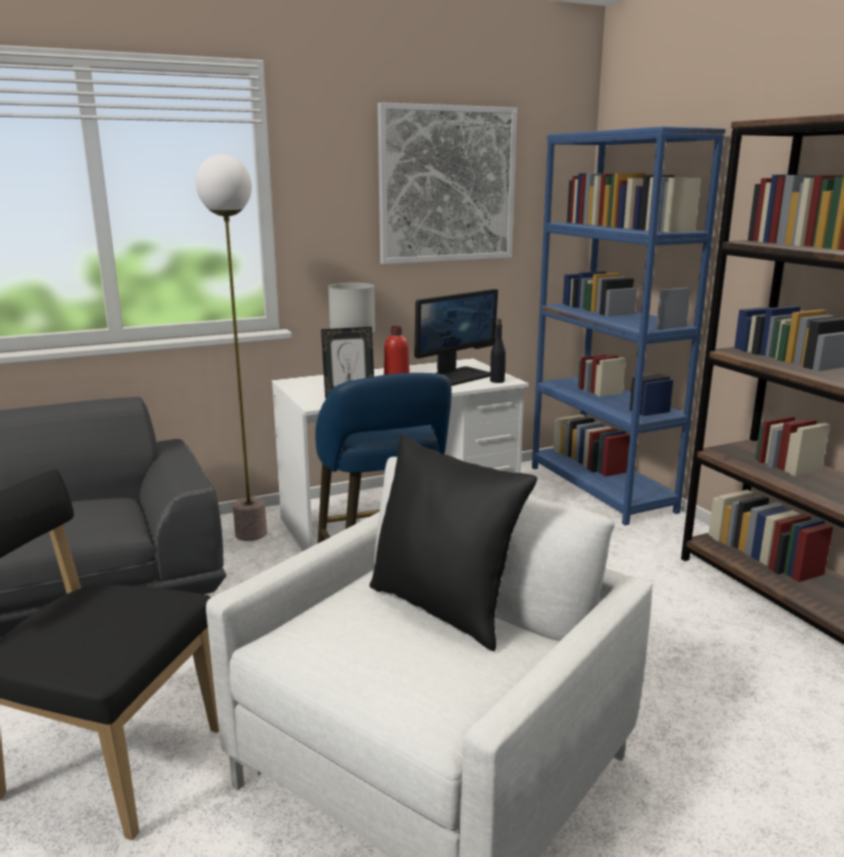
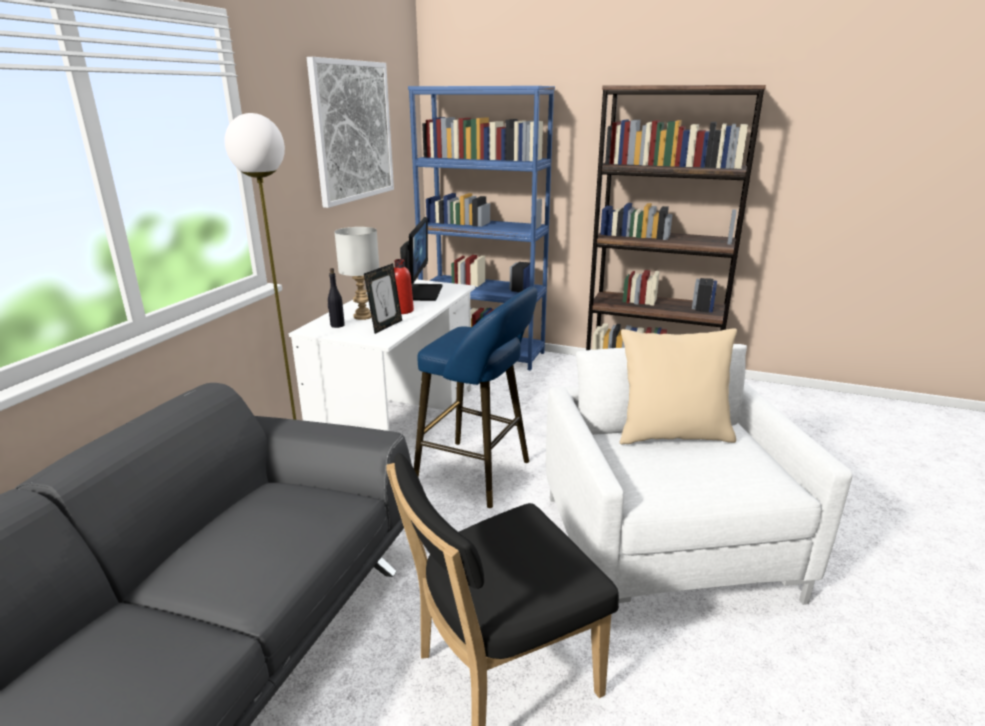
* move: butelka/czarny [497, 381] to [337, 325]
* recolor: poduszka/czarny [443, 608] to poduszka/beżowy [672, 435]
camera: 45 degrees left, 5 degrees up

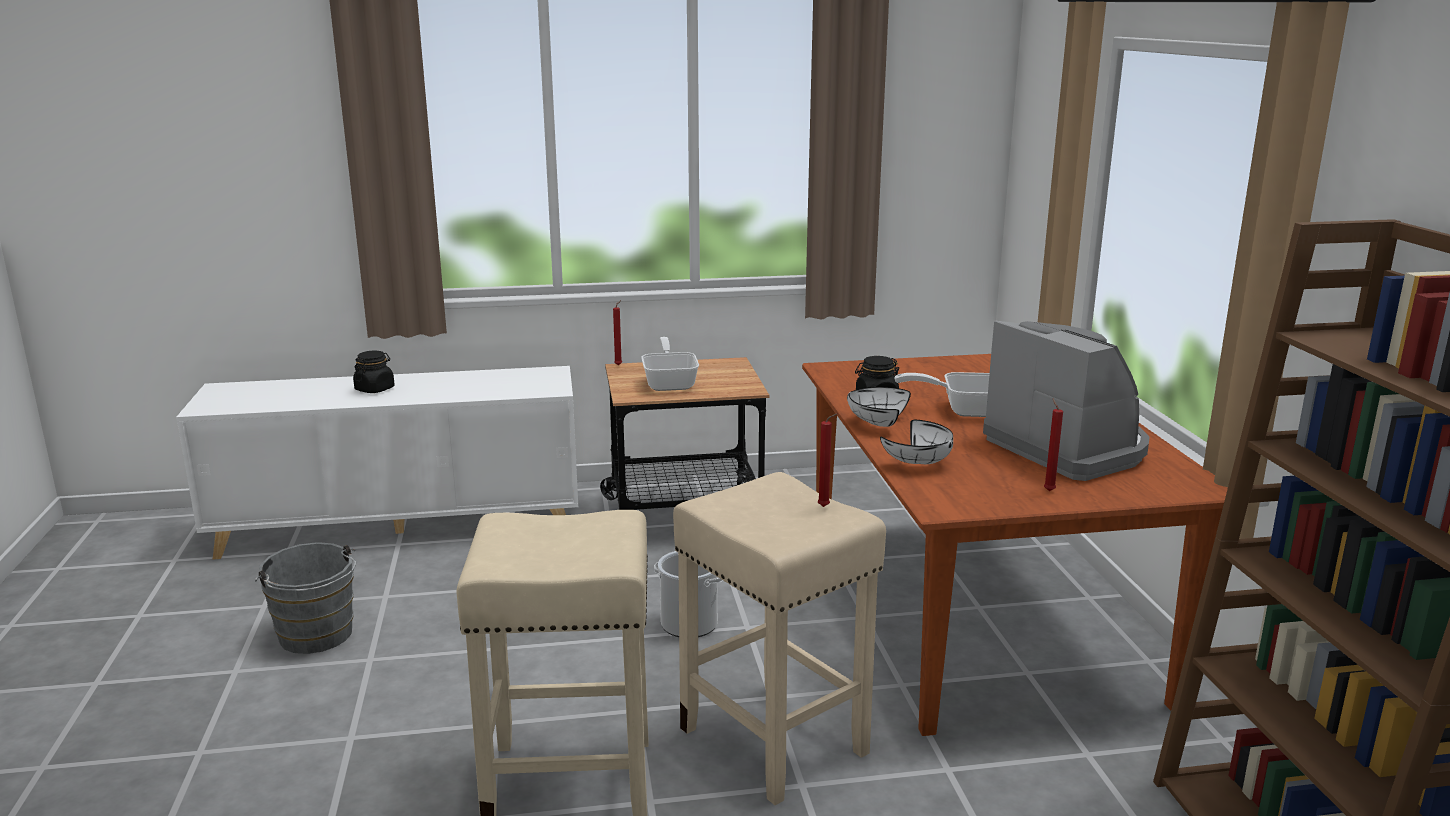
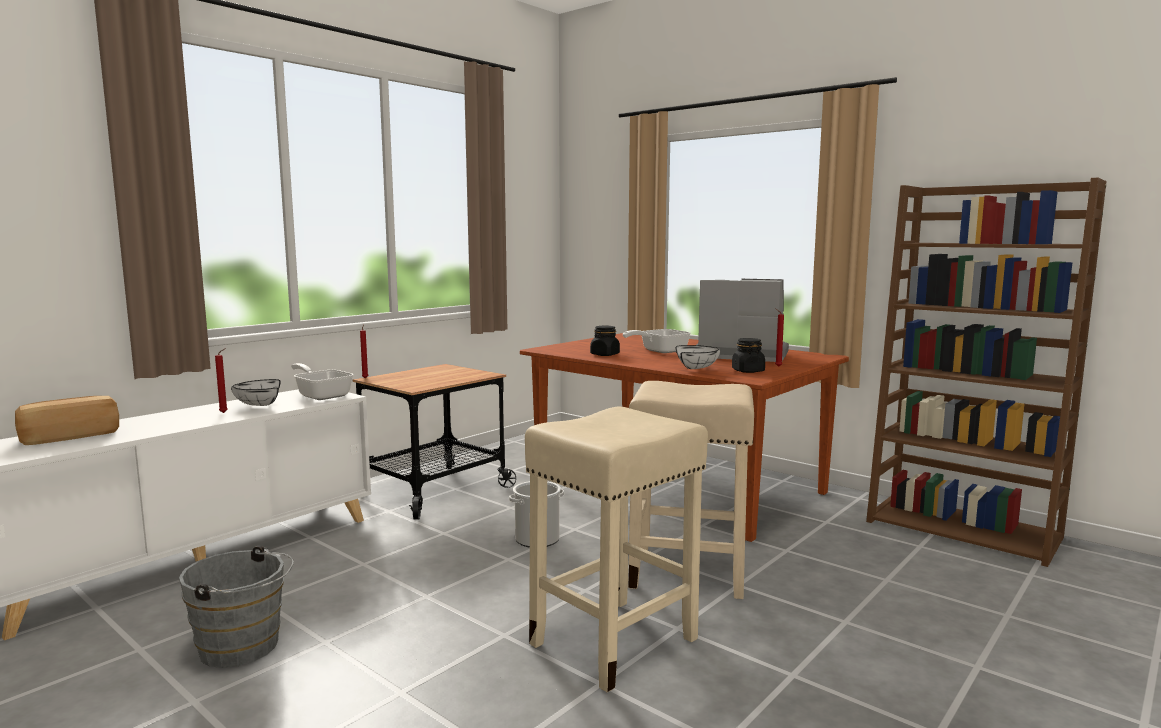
* insert: chleb [70, 436]
* move: świeca/czerwony [825, 507] to [225, 413]
* move: miska/biały [875, 423] to [257, 405]
* move: patelnia [670, 382] to [321, 395]
* move: słoik/czarny [375, 389] to [747, 371]
camera: 40 degrees left, 10 degrees down

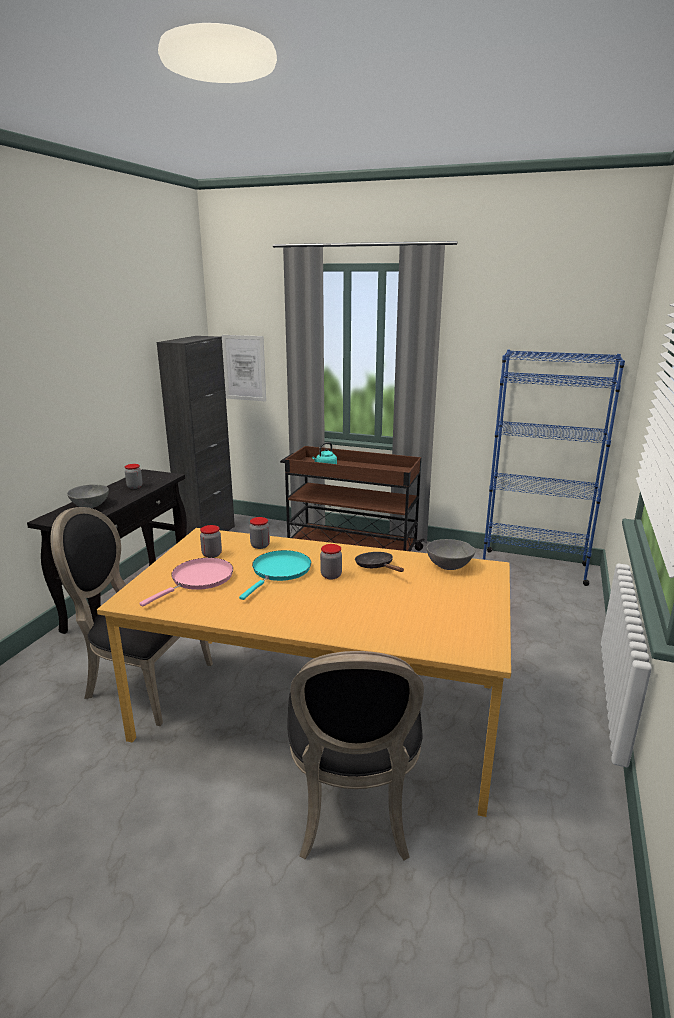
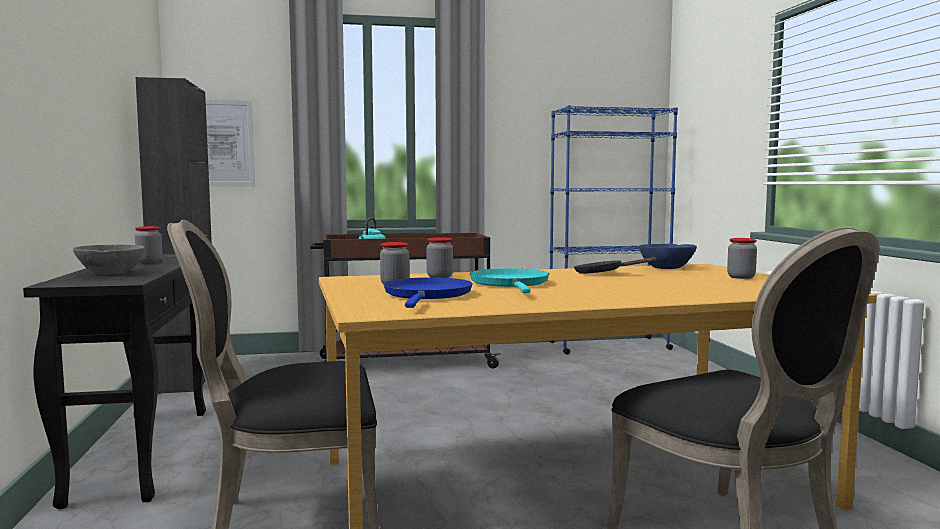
* recolor: patelnia/różowy [199, 580] to patelnia/niebieski [427, 295]
* recolor: miska/szary [449, 565] to miska/niebieski [666, 268]
* move: słoik [331, 575] to [741, 277]
camera: 30 degrees left, 15 degrees down

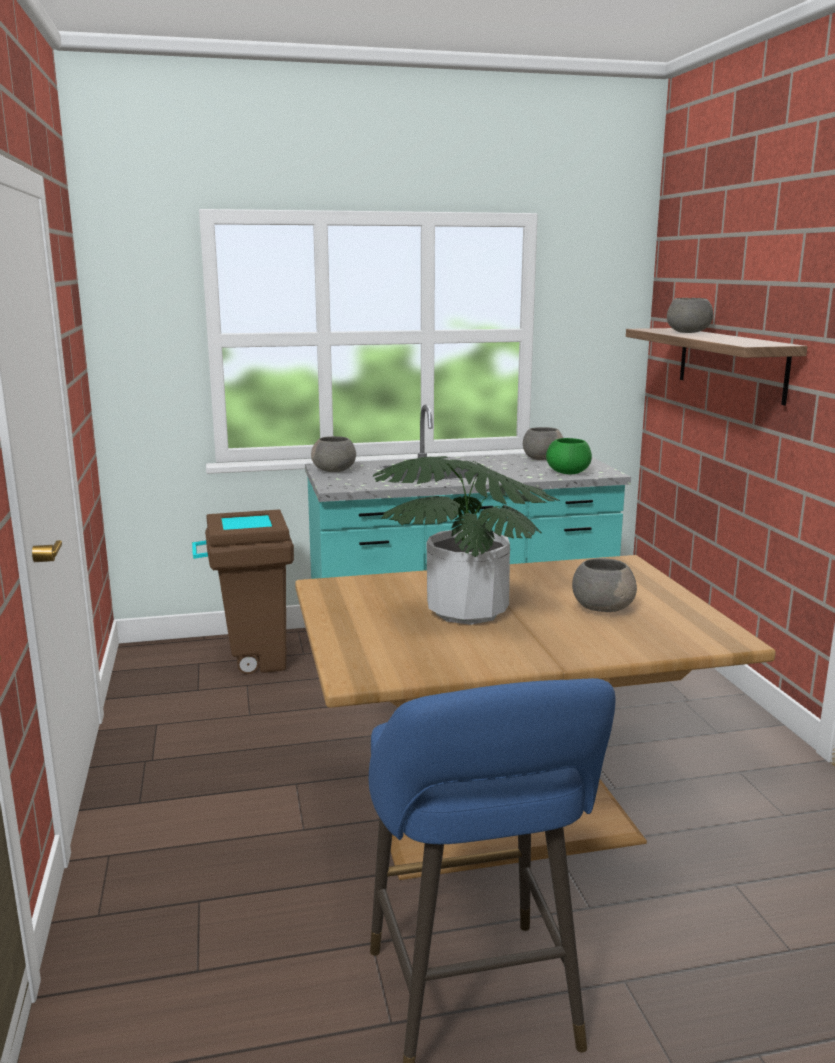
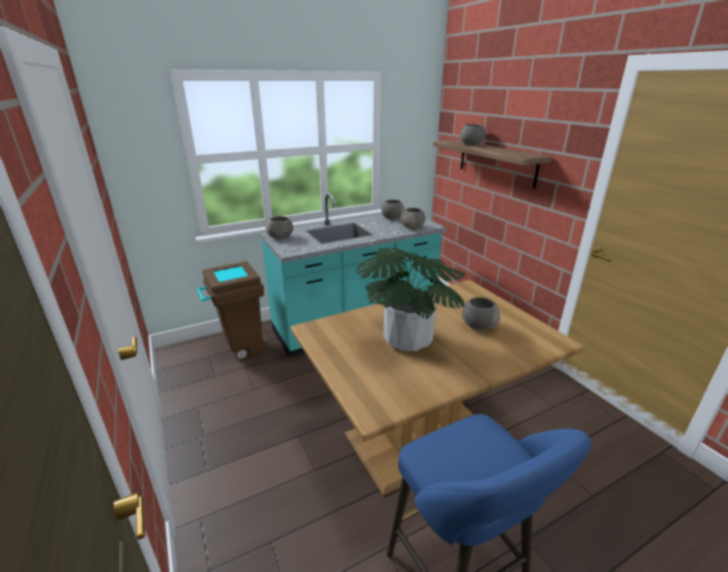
* recolor: miska/zielony [568, 472] to miska/szary [412, 227]
camera: 15 degrees left, 10 degrees up

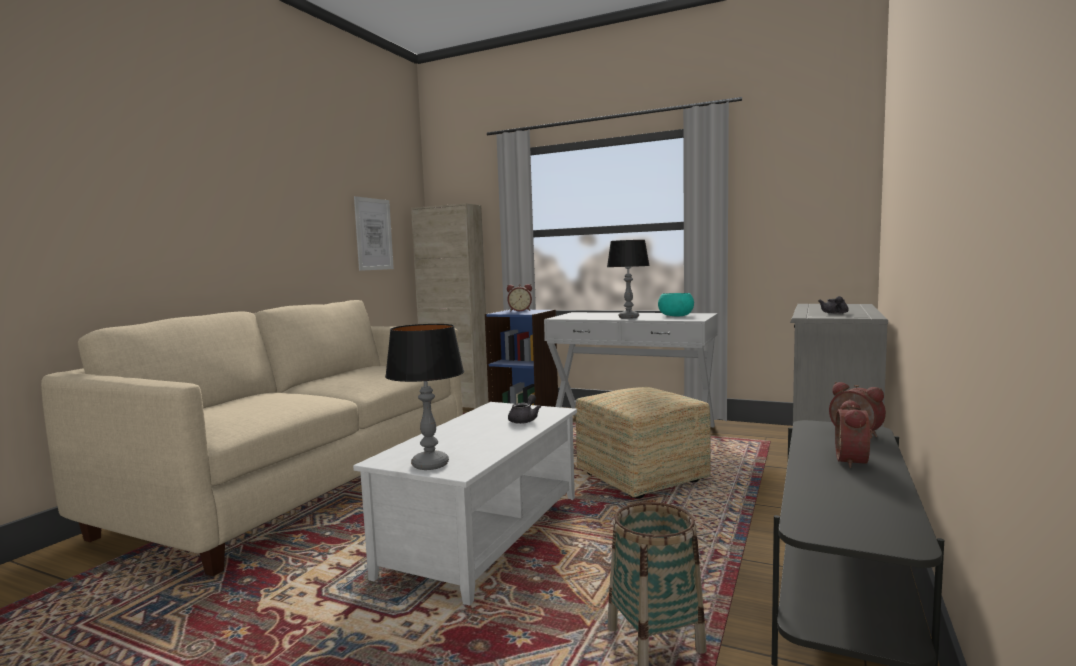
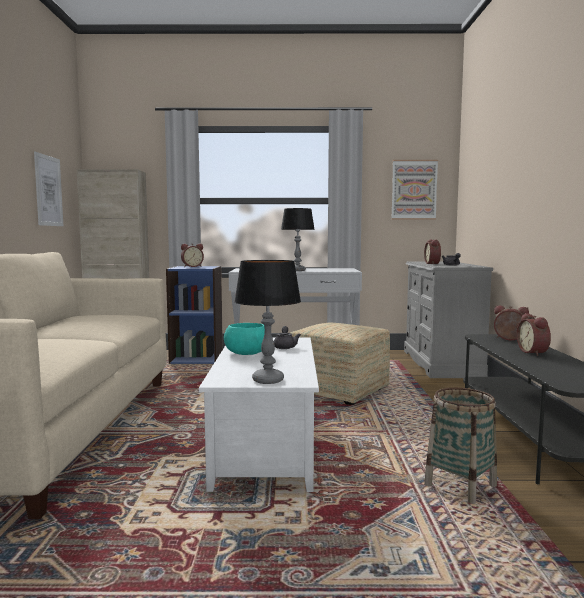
* move: miska/turkusowy [676, 316] to [247, 353]
* insert: obraz [414, 190]
* insert: budzik [433, 264]
camera: 25 degrees left, 0 degrees up

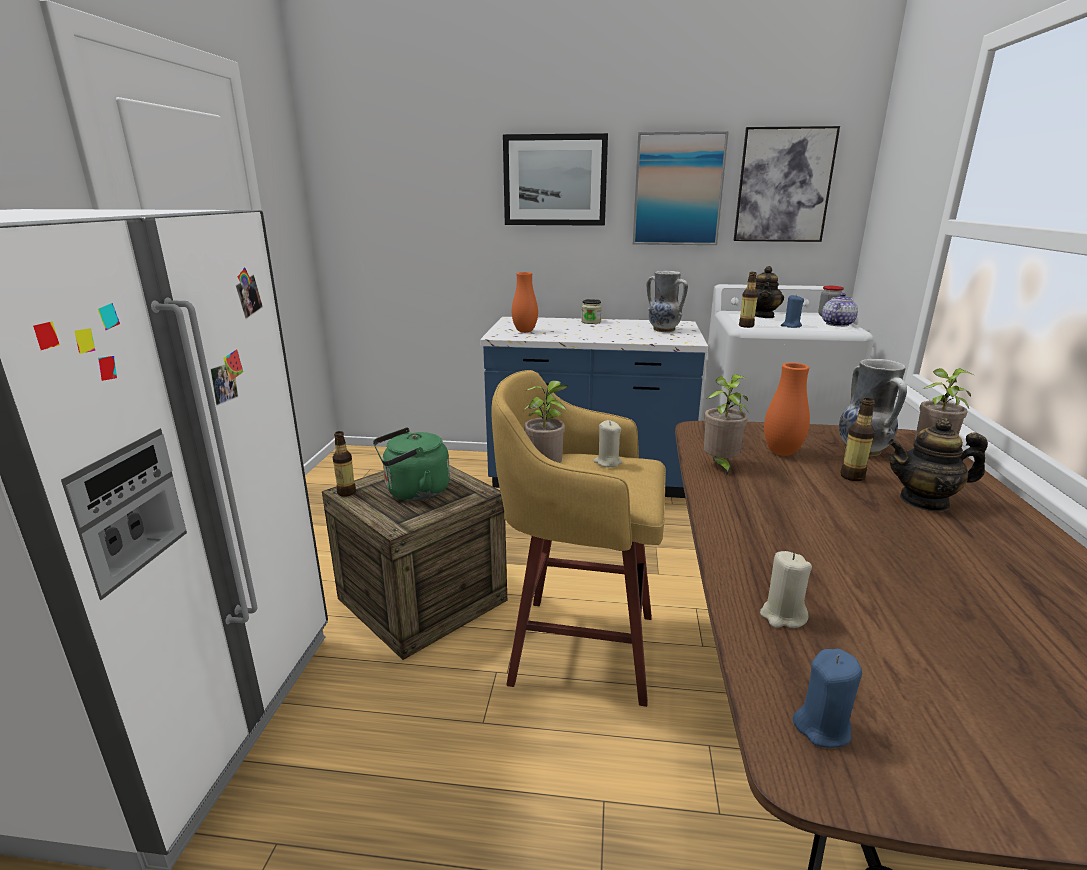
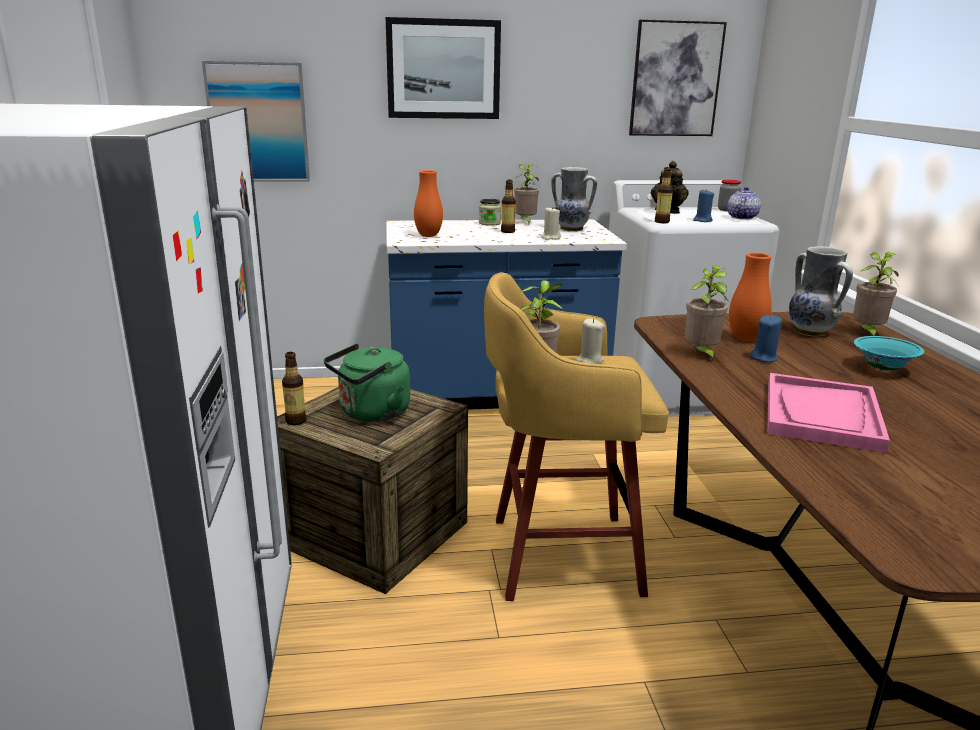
* move: obraz [678, 190] to [258, 122]
* move: butelka [852, 476] to [507, 231]
* insert: roślina doniczkowa [525, 223]
* move: świeca/beżowy [782, 616] to [550, 238]
* move: świeca/niebieski [822, 727] to [763, 358]
* insert: taca/różowy [822, 415]
* replace: imbryk [924, 501] to miska/turkusowy [883, 368]
camera: 15 degrees left, 0 degrees up

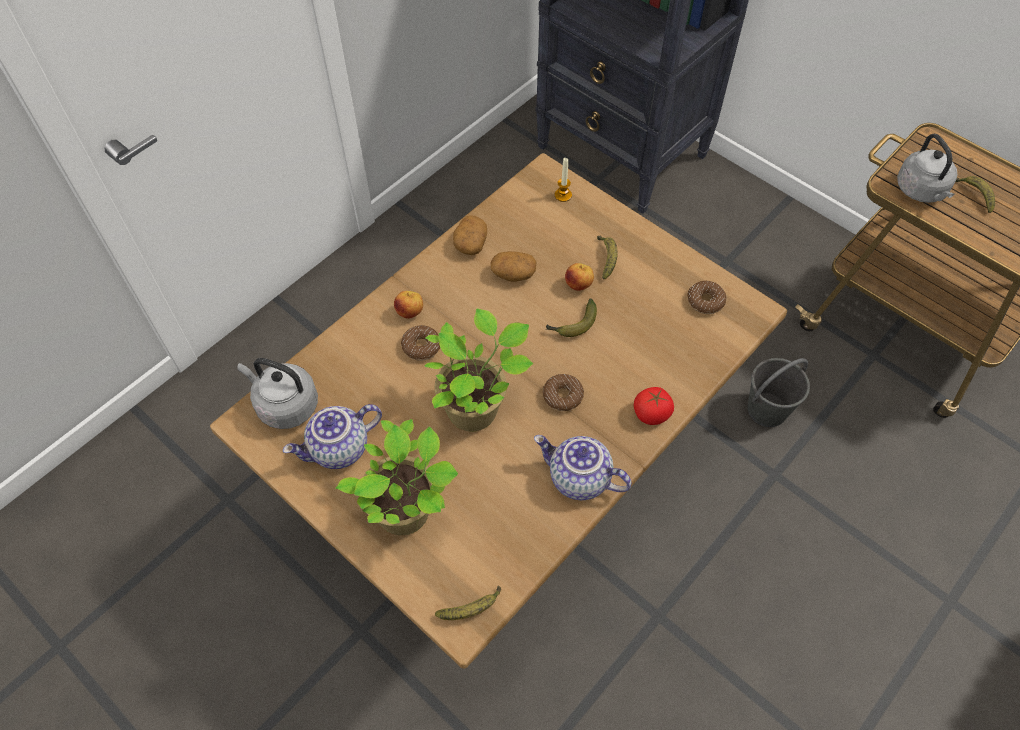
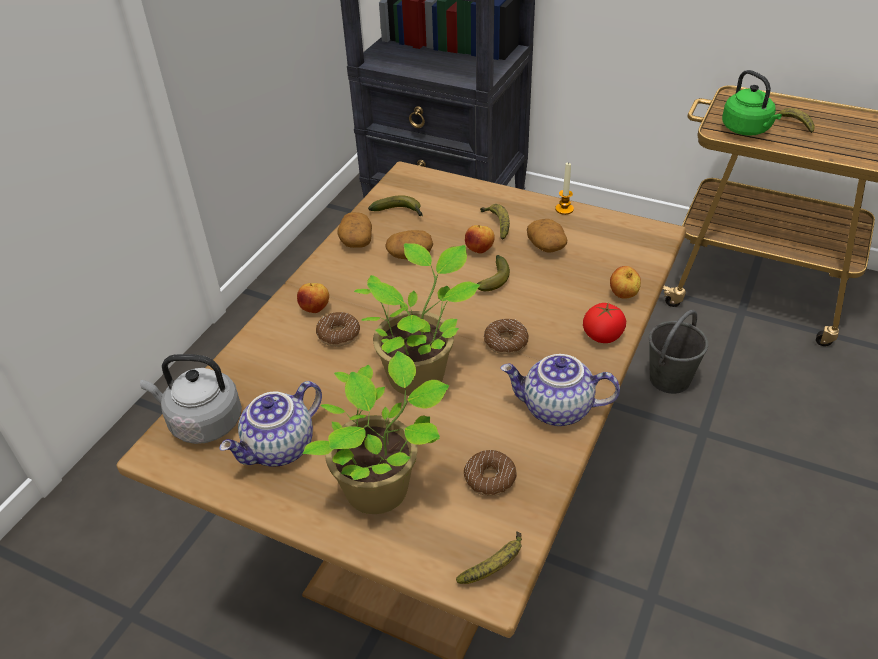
* insert: banan [400, 213]
* move: donut [705, 301] to [490, 478]
* insert: ziemniak [547, 246]
* move: świeca [563, 195] to [564, 209]
* insert: jabłko [623, 295]
* recolor: czajnik/szary [921, 191] to czajnik/zielony [747, 129]
camera: 15 degrees left, 15 degrees down

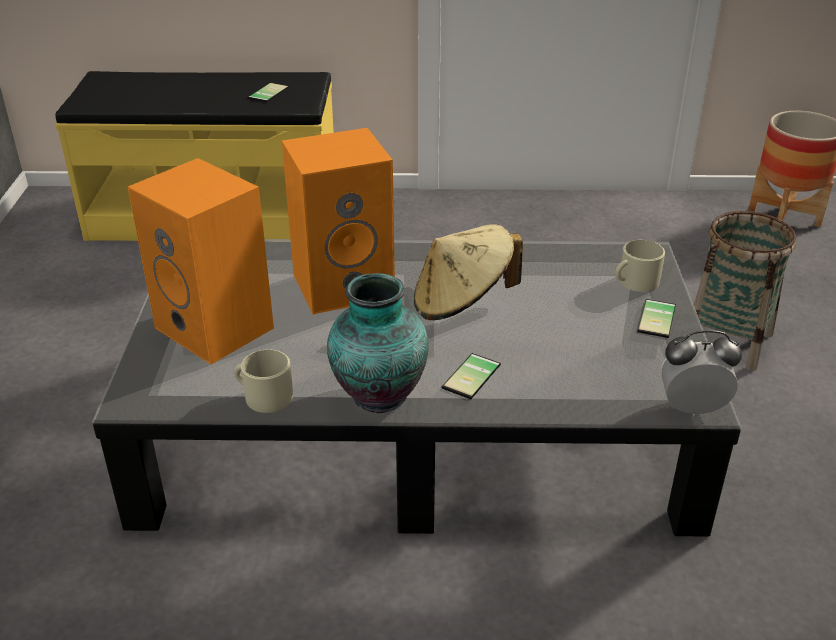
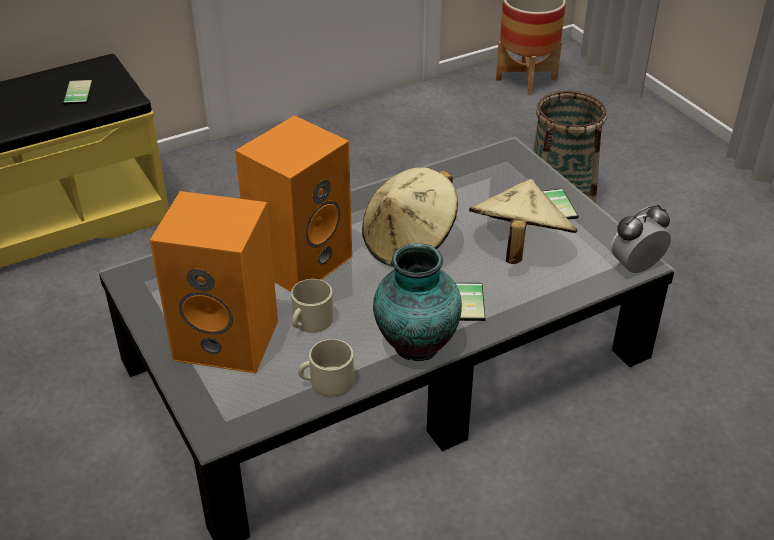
* move: kubek/beżowy [634, 282] to [309, 322]
* insert: kapelusz/beżowy [518, 247]
camera: 30 degrees left, 5 degrees up

